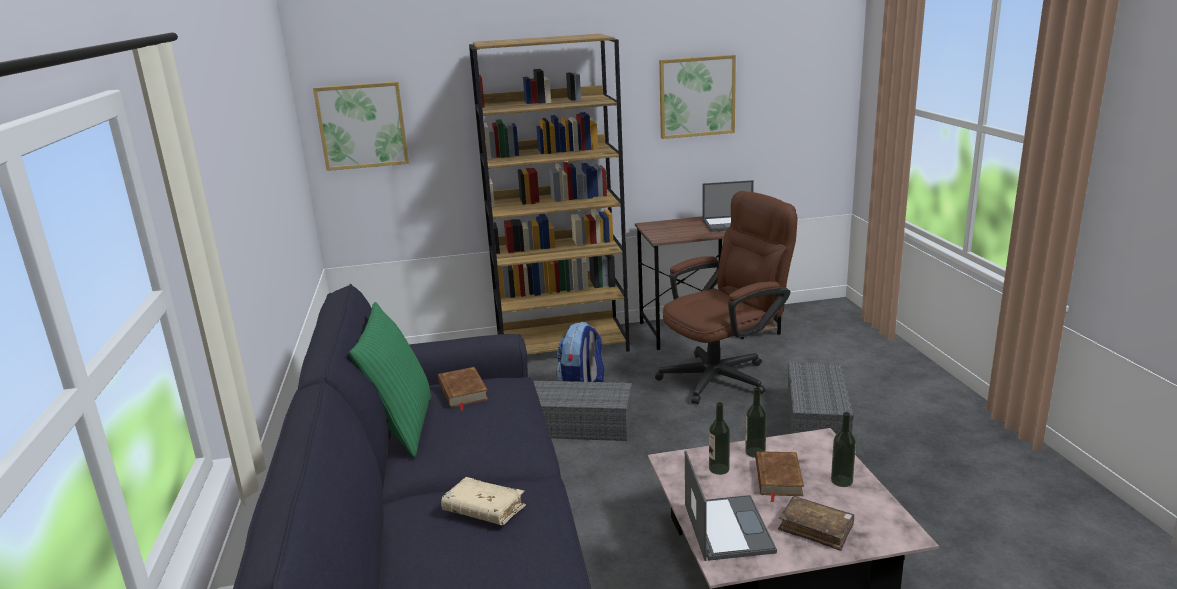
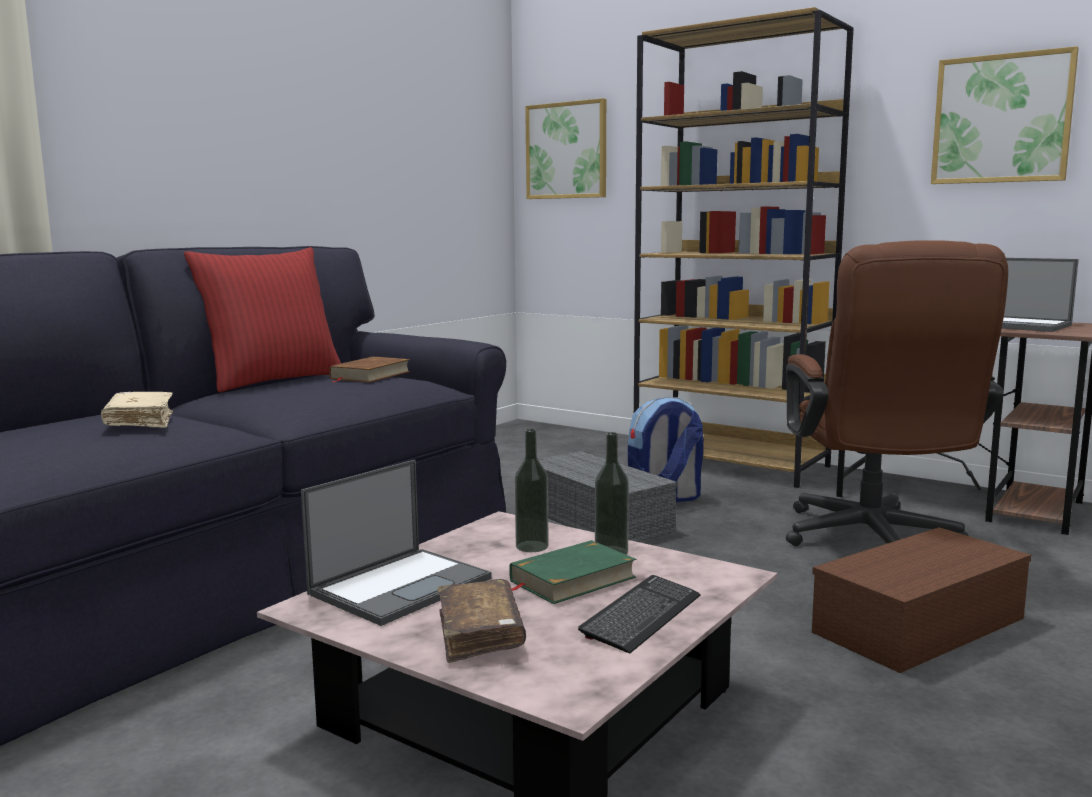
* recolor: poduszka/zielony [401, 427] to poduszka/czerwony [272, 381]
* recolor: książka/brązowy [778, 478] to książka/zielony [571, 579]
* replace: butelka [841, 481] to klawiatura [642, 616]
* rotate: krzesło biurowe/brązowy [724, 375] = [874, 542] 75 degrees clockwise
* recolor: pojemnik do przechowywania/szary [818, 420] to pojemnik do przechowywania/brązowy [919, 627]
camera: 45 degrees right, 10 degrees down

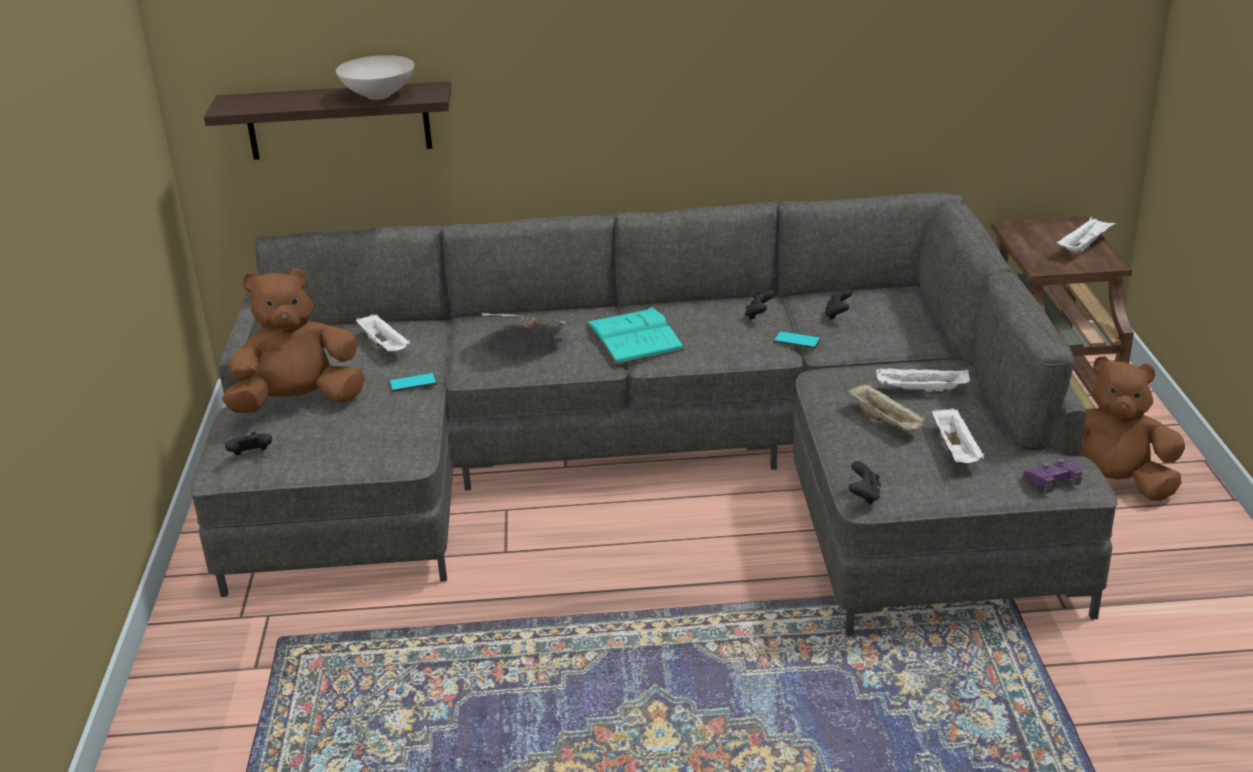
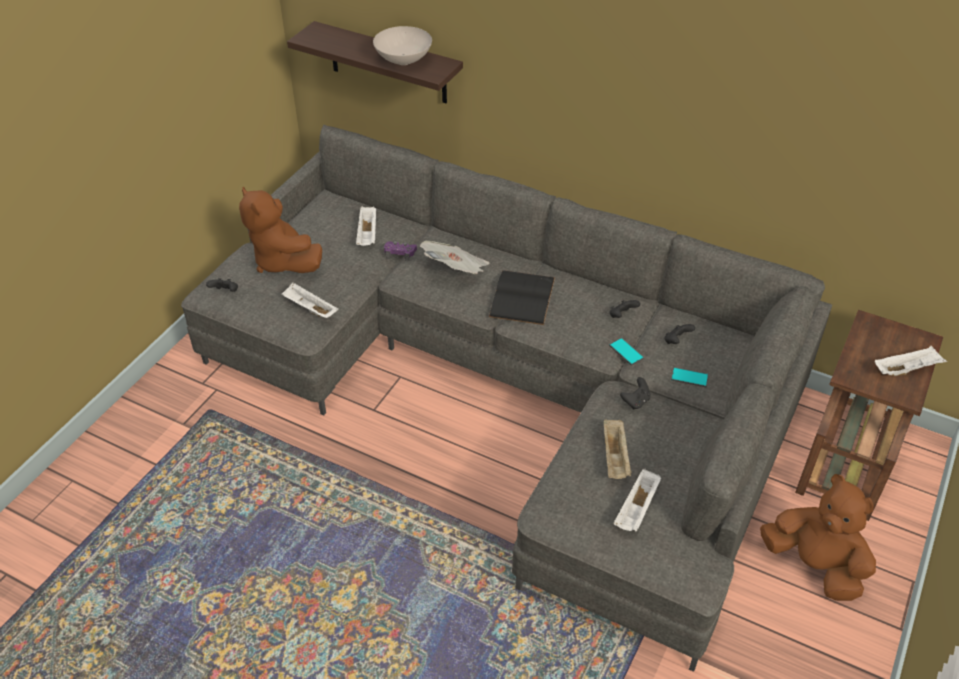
* rotate: pluszak/brązowy [299, 403] = [283, 261] 135 degrees counterclockwise
* move: taca/biały [920, 391] to [309, 309]
* move: pad do gier/fioletowy [1053, 480] to [400, 253]
* recolor: książka/turkusowy [634, 336] to książka/czarny [522, 297]
* move: pad do gier/czarny [864, 496] to [635, 401]
* move: telefon [413, 383] to [689, 377]
camera: 30 degrees right, 15 degrees up

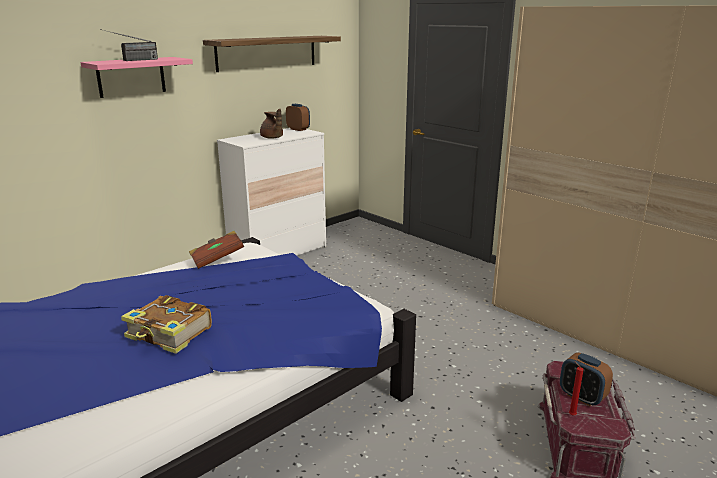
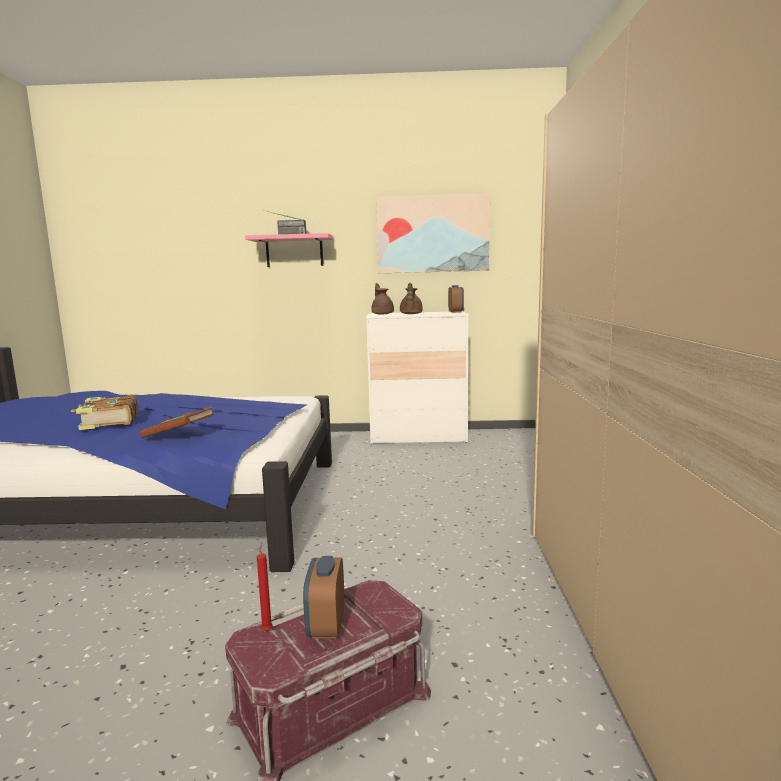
* move: książka/brązowy [217, 259] to [179, 435]
* insert: imbryk/brązowy [382, 314]
* replace: półka [267, 53] to obraz [433, 234]
camera: 45 degrees right, 10 degrees down

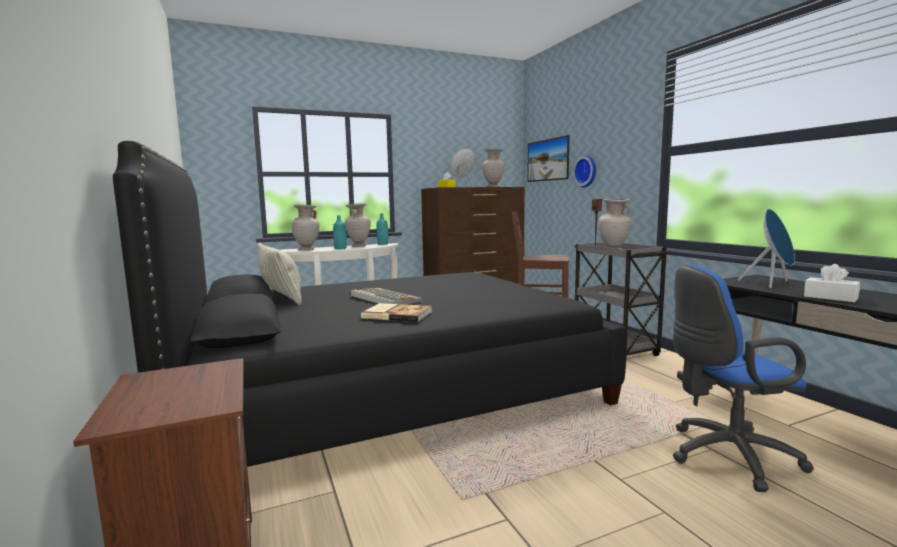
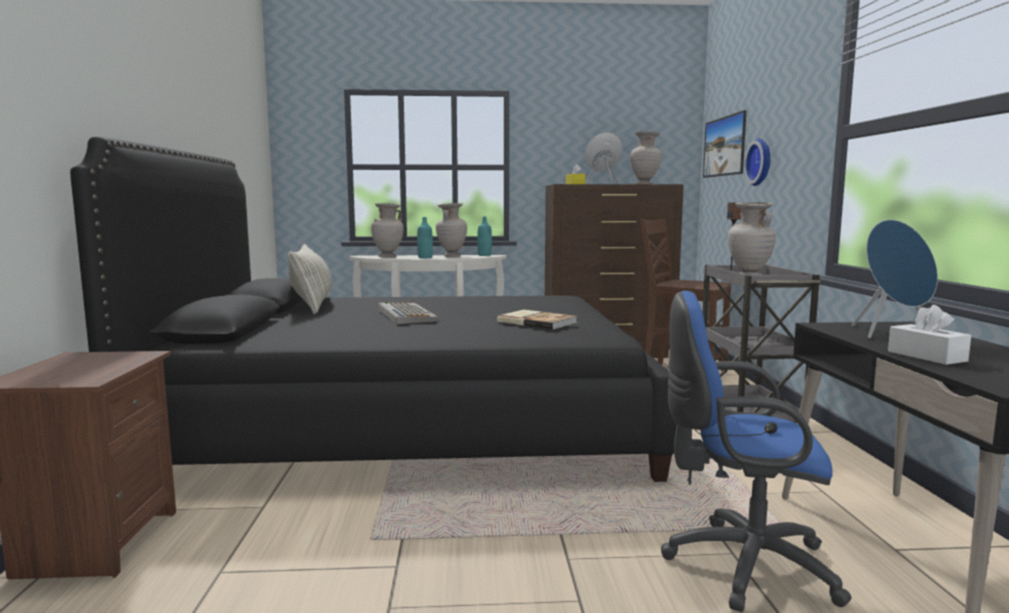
* move: książka [397, 314] to [537, 322]
camera: 20 degrees right, 0 degrees up

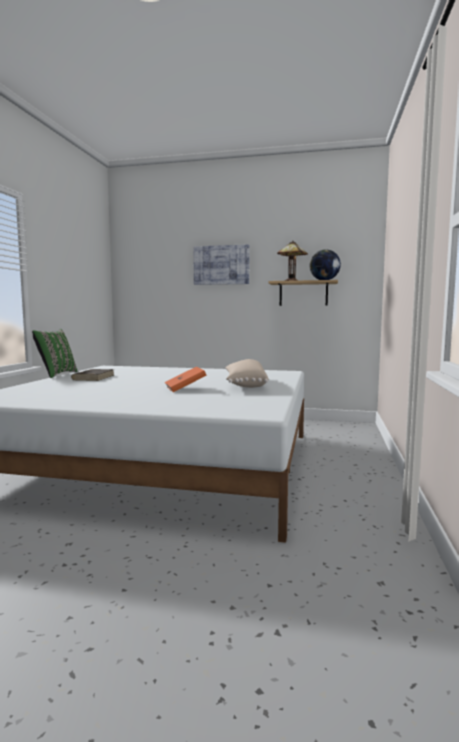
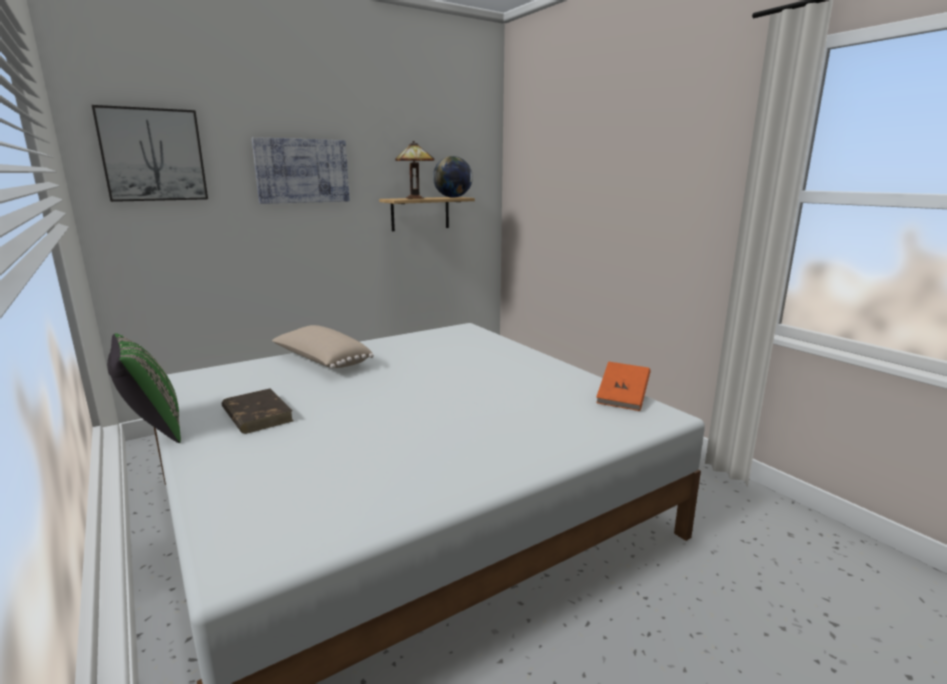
* insert: obraz [153, 155]
* move: poduszka/beżowy [245, 385] to [321, 361]
* move: książka/pomarańczowy [185, 389] to [622, 399]
camera: 45 degrees left, 10 degrees up

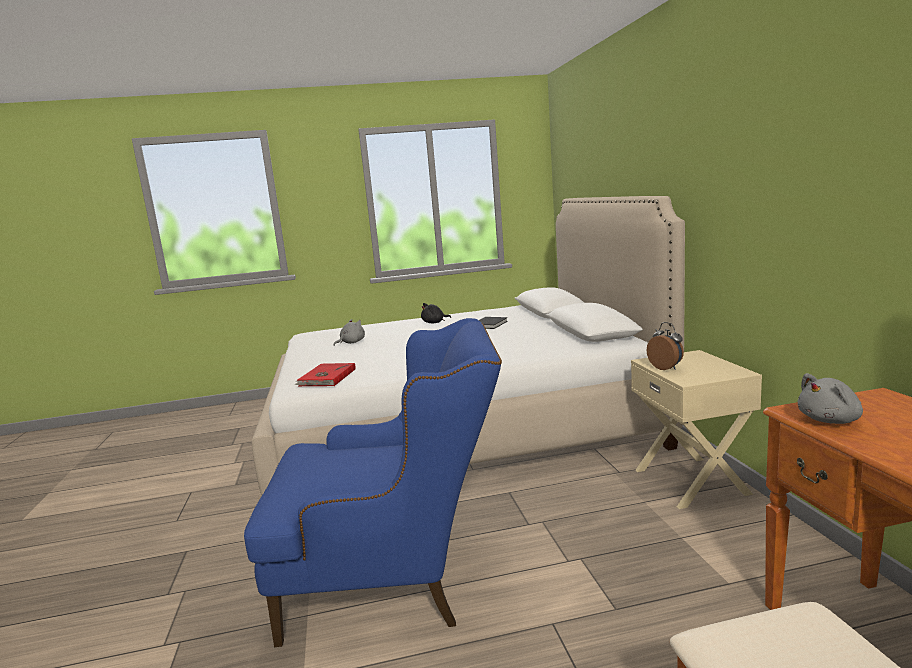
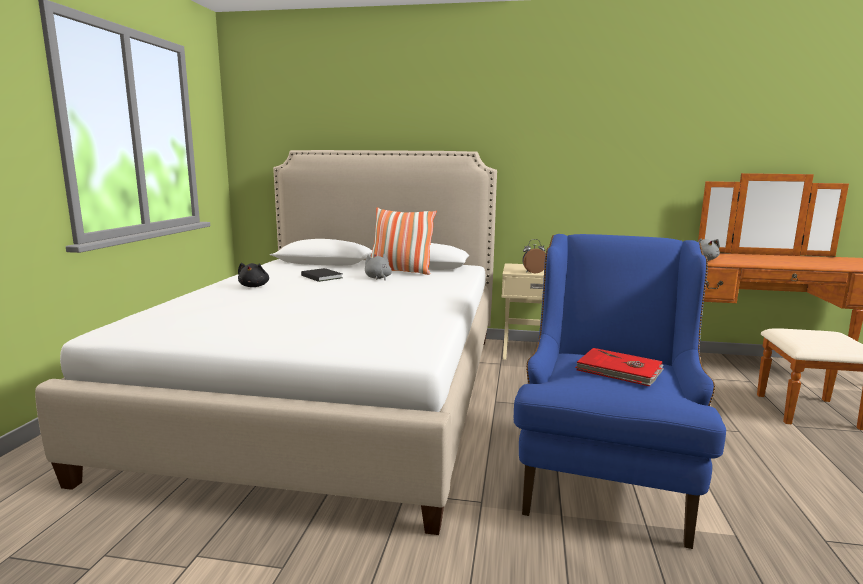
* move: pluszak/szary [351, 343] to [378, 278]
* insert: poduszka [401, 272]
* move: książka/czerwony [326, 377] to [619, 370]
camera: 70 degrees left, 0 degrees up

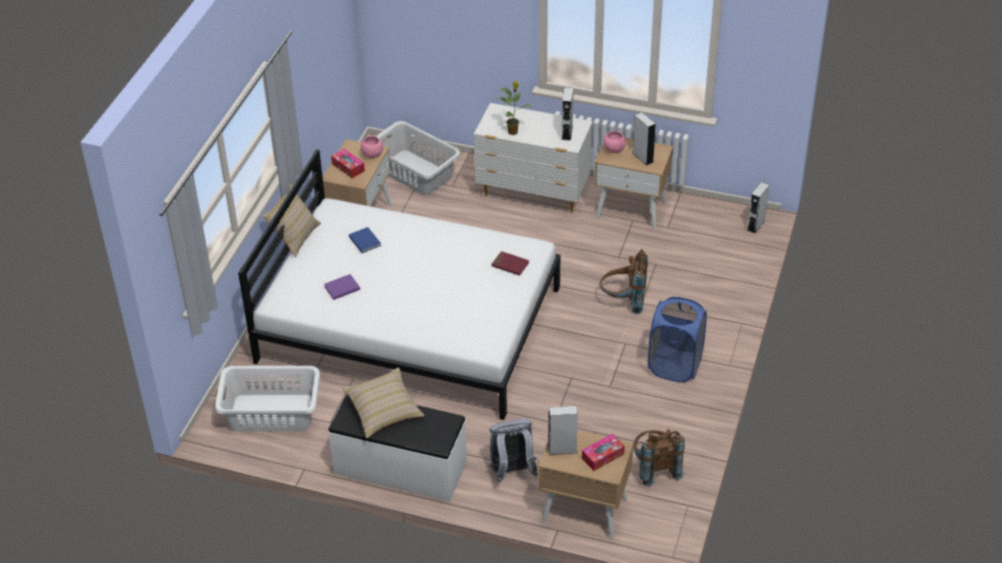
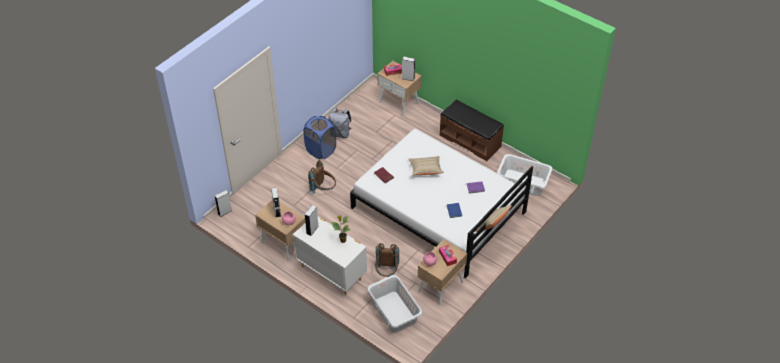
* move: plecak/szary [512, 472] to [340, 133]
* move: plecak/brązowy [654, 468] to [386, 272]
* move: poduszka/beżowy [383, 411] to [425, 170]
* recolor: ławka/biały [400, 468] to ławka/brązowy [470, 140]
camera: 160 degrees left, 5 degrees up

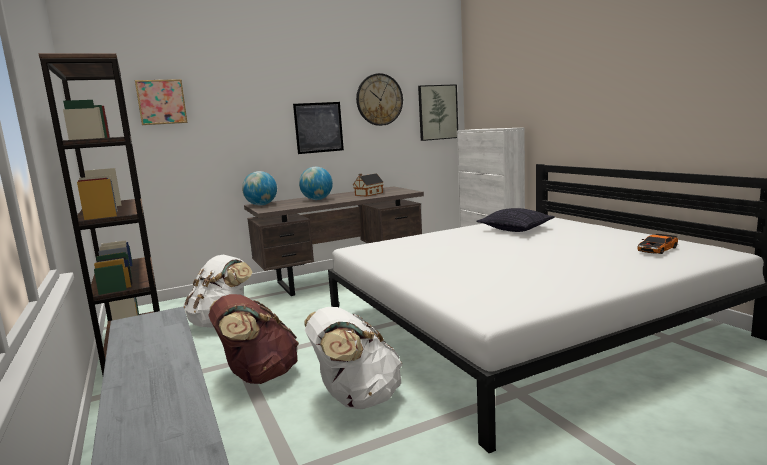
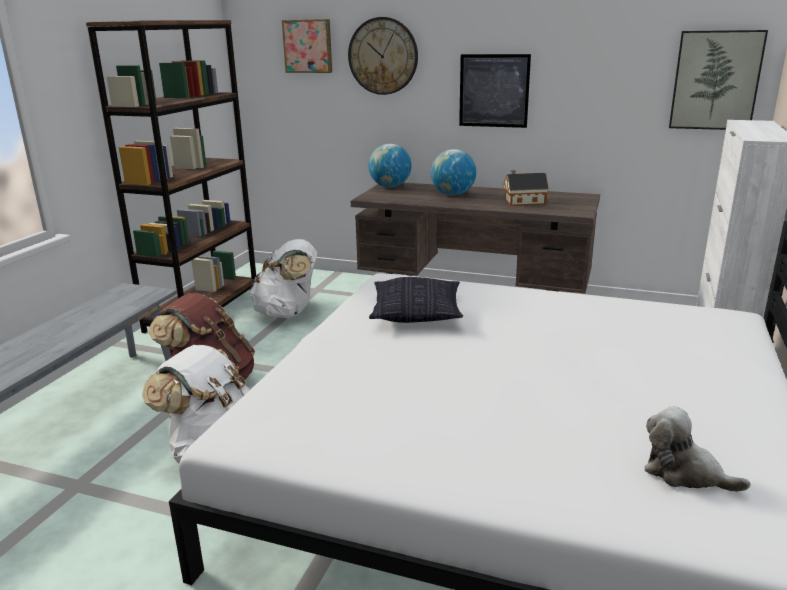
* move: zegar ścienny [379, 99] to [383, 56]
* move: poduszka [515, 229] to [416, 314]
* replace: samochodzik [657, 249] to pluszak [684, 473]
camera: 45 degrees right, 10 degrees up

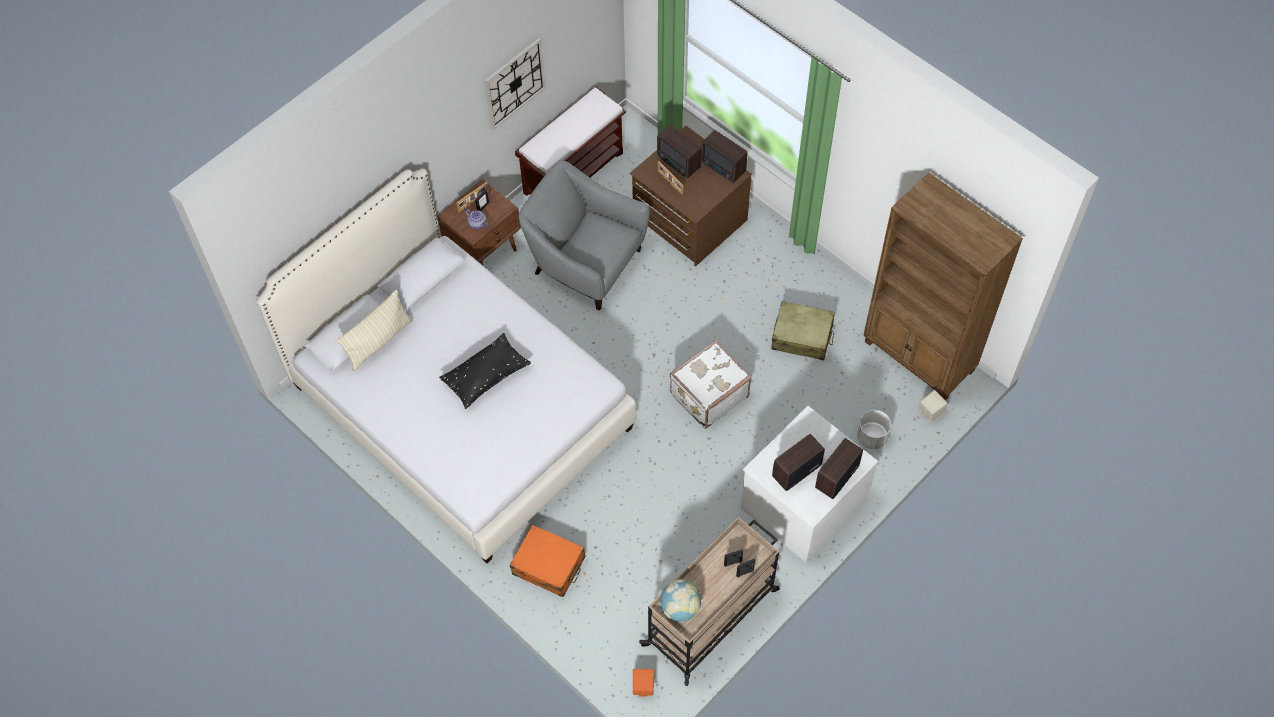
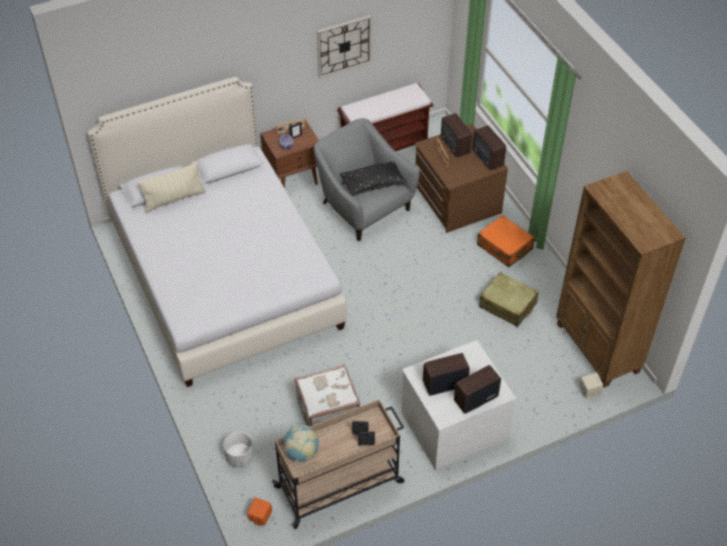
* move: donica/biały [871, 437] to [239, 457]
* move: walizka/biały [708, 394] to [327, 410]
* move: poduszka/czarny [486, 376] to [373, 184]
* move: walizka/pomarańczowy [549, 566] to [504, 247]
camera: 20 degrees right, 10 degrees down

